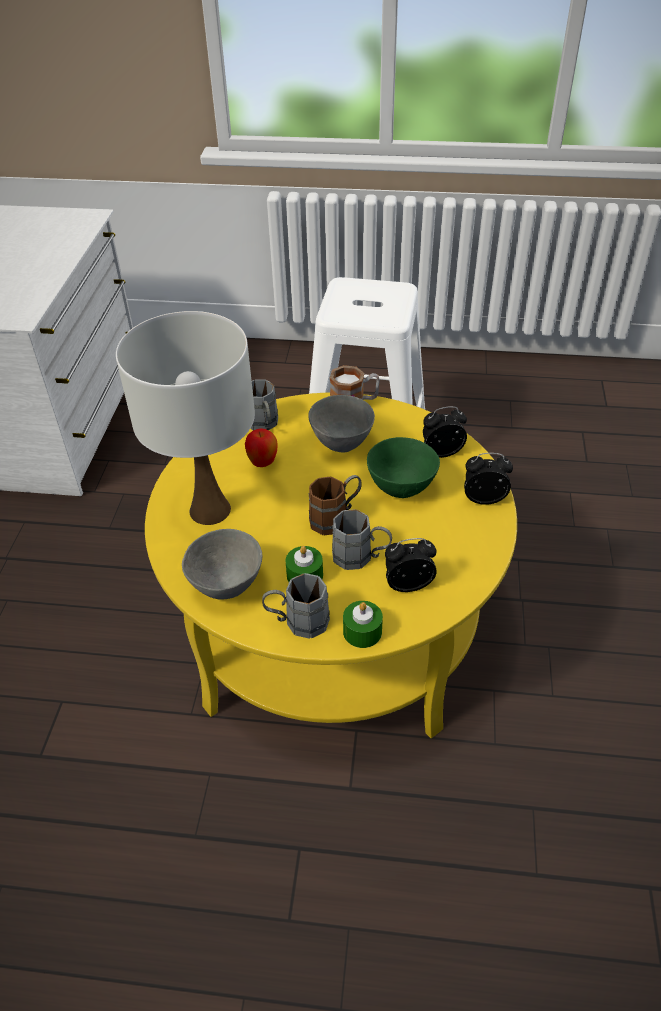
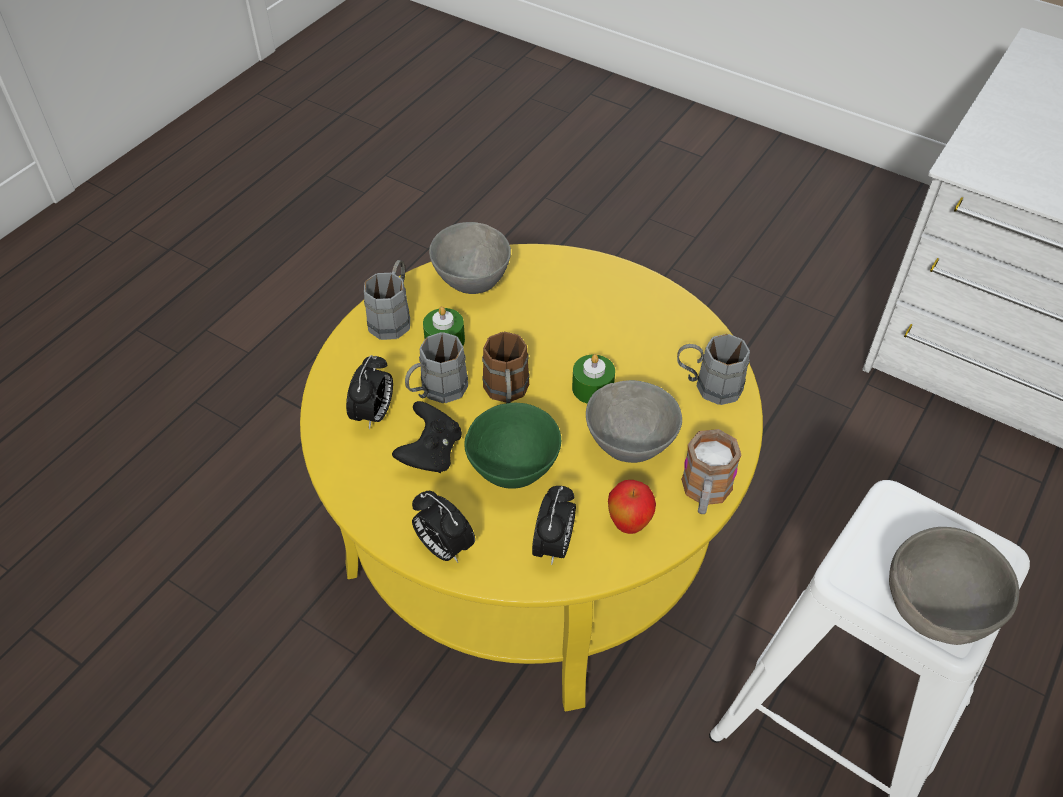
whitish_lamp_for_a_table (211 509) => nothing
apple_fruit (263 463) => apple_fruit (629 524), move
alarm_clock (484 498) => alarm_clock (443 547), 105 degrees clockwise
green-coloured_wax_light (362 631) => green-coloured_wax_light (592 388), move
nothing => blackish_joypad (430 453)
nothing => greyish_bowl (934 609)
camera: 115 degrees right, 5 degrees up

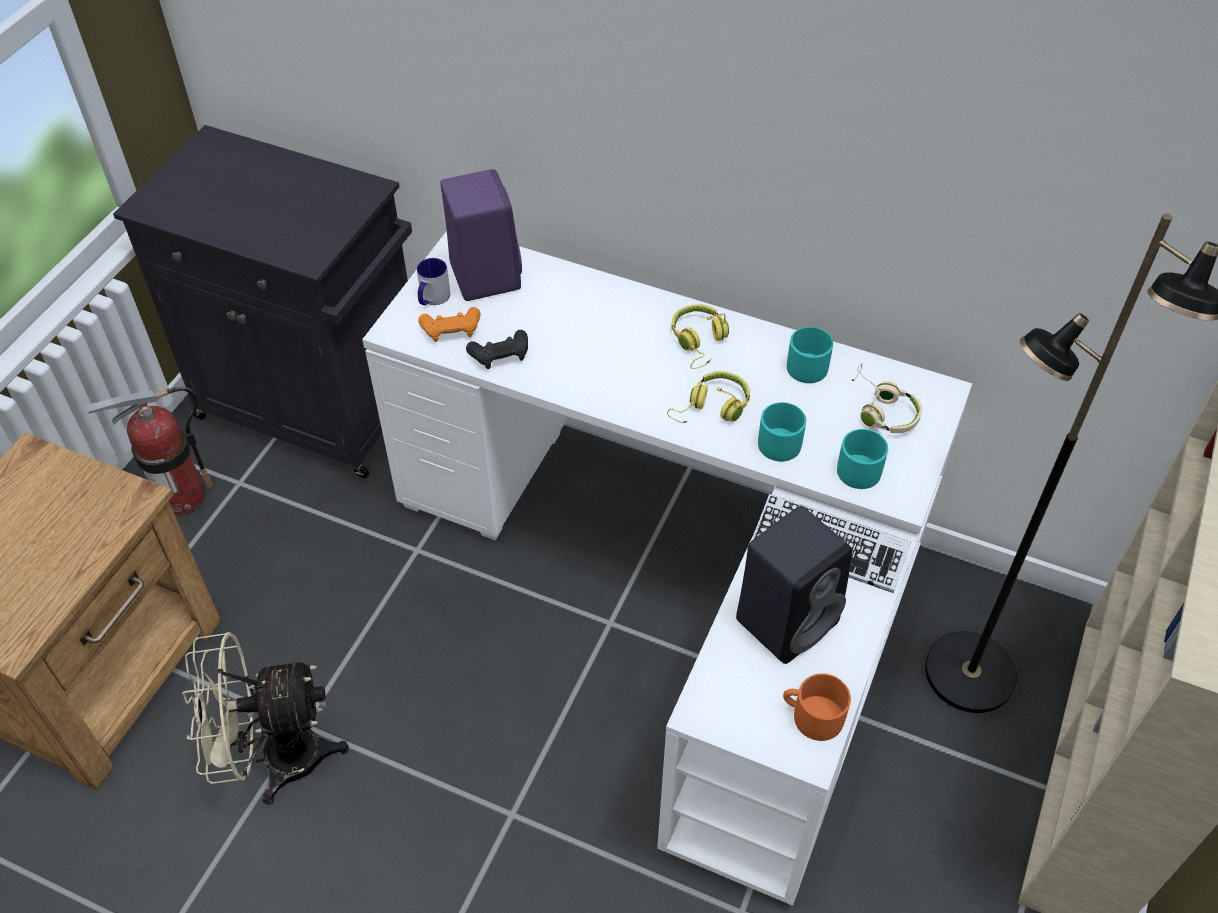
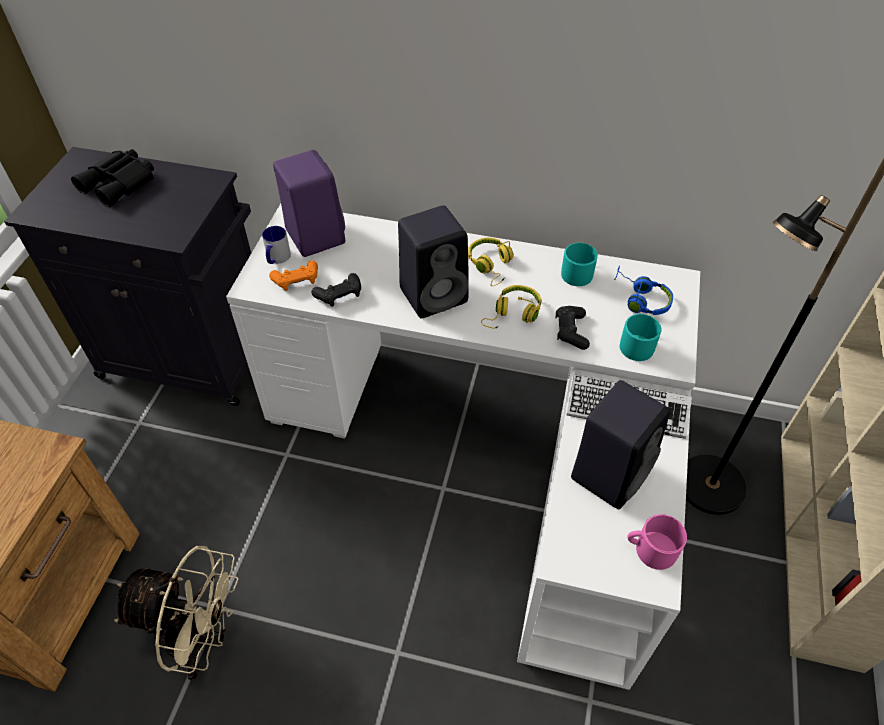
sand-coloured_pair_of_headphones (881 410) => bluish_pair_of_headphones (640 299)
fire_extinguisher (181 497) => nothing
blue-green_mug (780 440) => blackish_joypad (571 331)
sand-coloured_fan (275 759) => sand-coloured_fan (201 640), 150 degrees counterclockwise
orange_mug (812 715) => pink_mug (650 549)
nothing => blackish_field_glasses (120 183)
nothing => blackish_loudspeaker (435 294)
camera: 10 degrees left, 0 degrees up

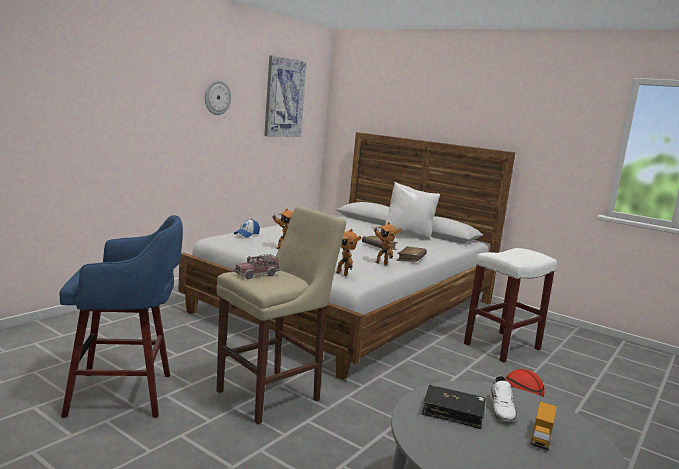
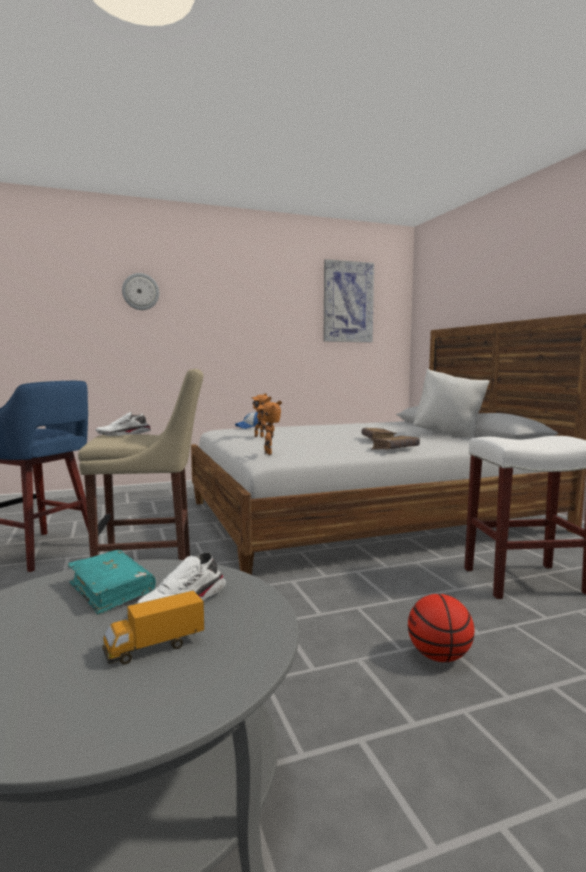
wall_clock (217 97) => wall_clock (140 291), move
model_robot (382 263) => nothing
toy_lorry (256 274) => whitish_low_shoe (123 435)
blackish_bound_book (453 413) => blue-green_bound_book (111 590)
camera: 35 degrees right, 5 degrees down

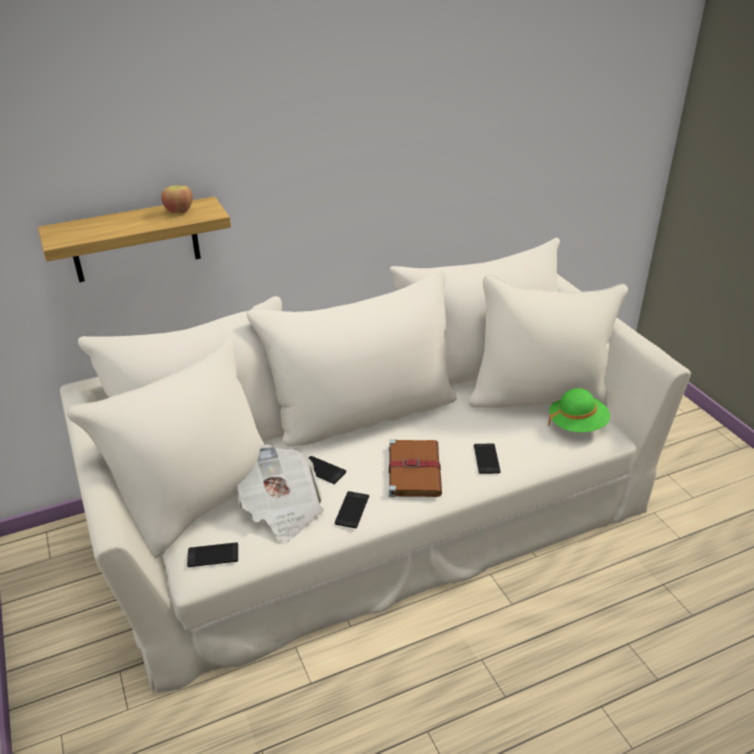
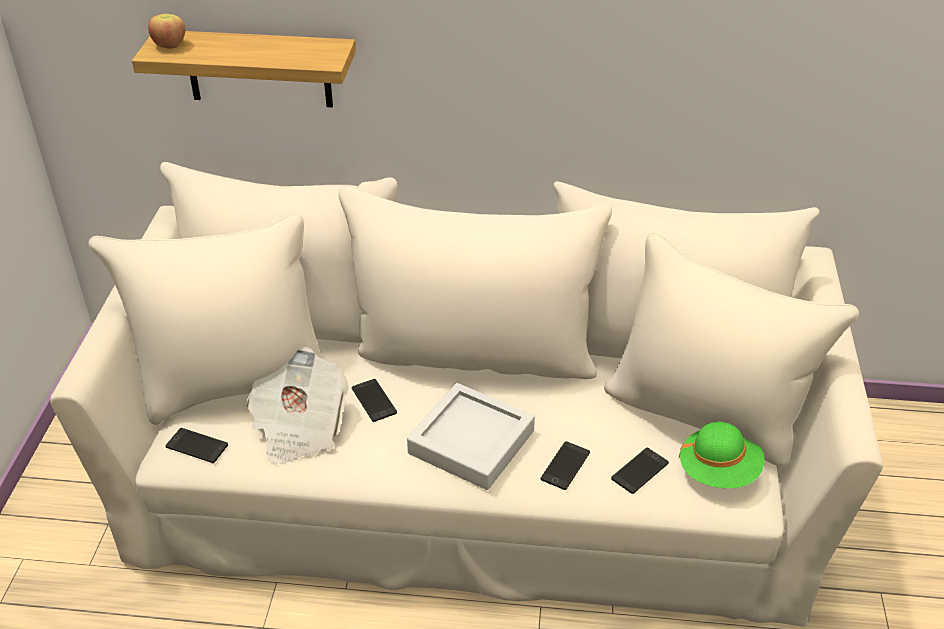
apple_fruit (179 211) => apple_fruit (170 45), move
brown-coloured_bound_book (414 469) => greyish_serving_tray (471 442)
phone (352 510) => phone (639 471), move
camera: 30 degrees right, 5 degrees up

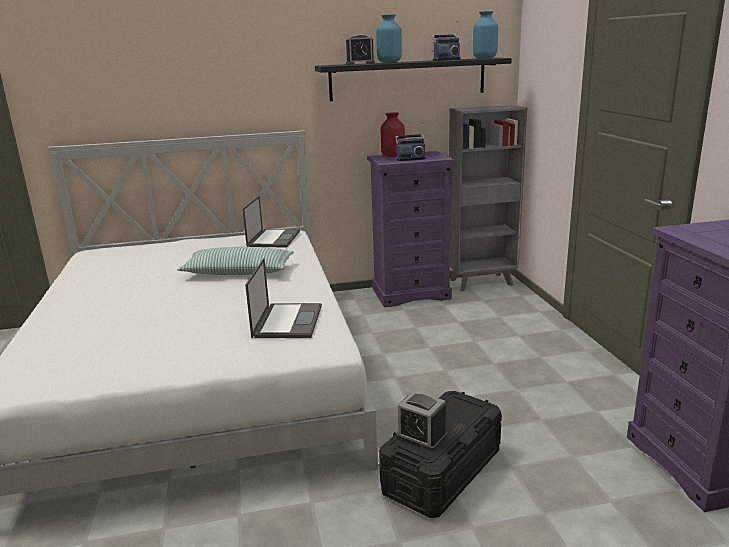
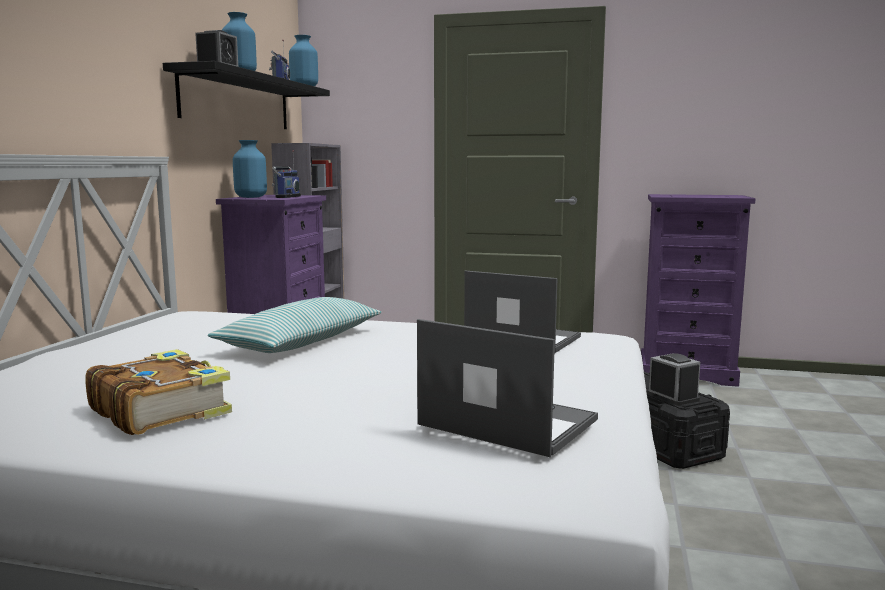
reddish_flower_vase (393 156) => bluish_flower_vase (251 197)
portable_computer (273 239) => portable_computer (505 422), move
alarm_clock (421 436) => alarm_clock (672 397), 90 degrees counterclockwise
nothing => bound_book (160 410)
camera: 65 degrees left, 10 degrees down

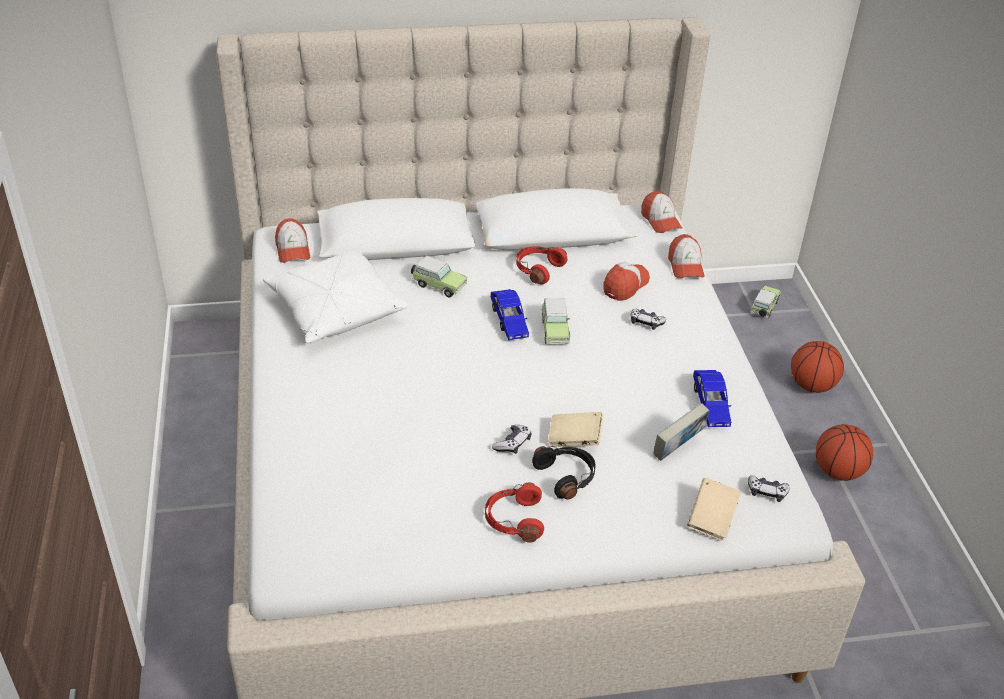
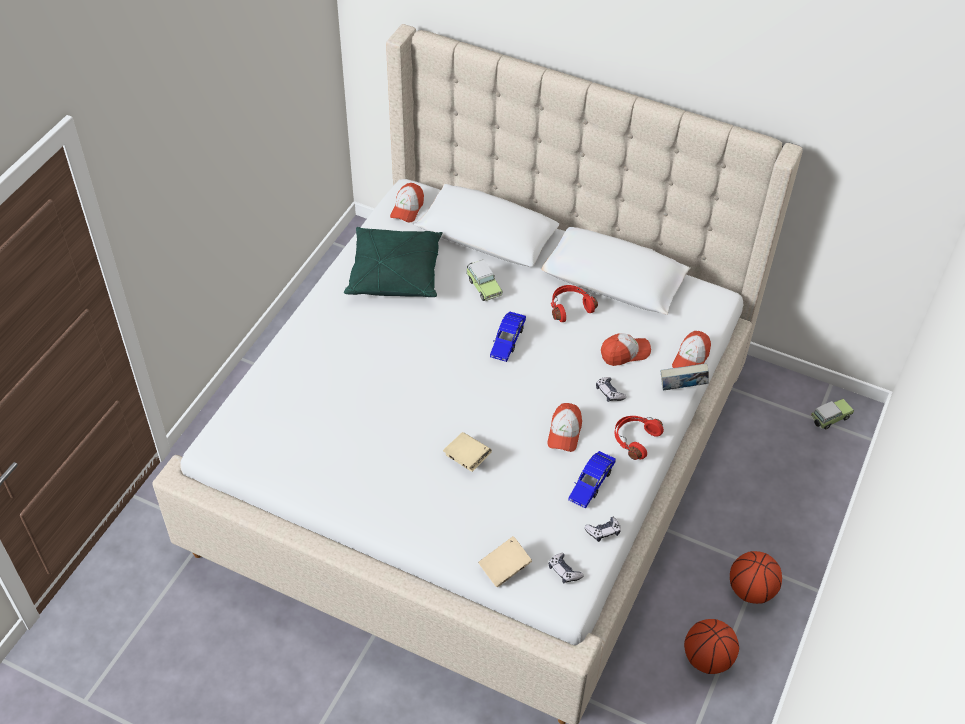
baseball_cap (660 220) => baseball_cap (564 433), move
whitish_pillow (335 310) => green-coloured_pillow (395 274)
toy_car (554 330) => nothing
basketball_ball (811 386) => basketball_ball (707 658), move
bound_book (677 449) => bound_book (682 389), move
joypad (512 444) => joypad (603 531), move
blackish_pair_of_headphones (566 476) => nothing
reddish_pair_of_headphones (513 520) => reddish_pair_of_headphones (634 439), move
camera: 35 degrees right, 10 degrees up

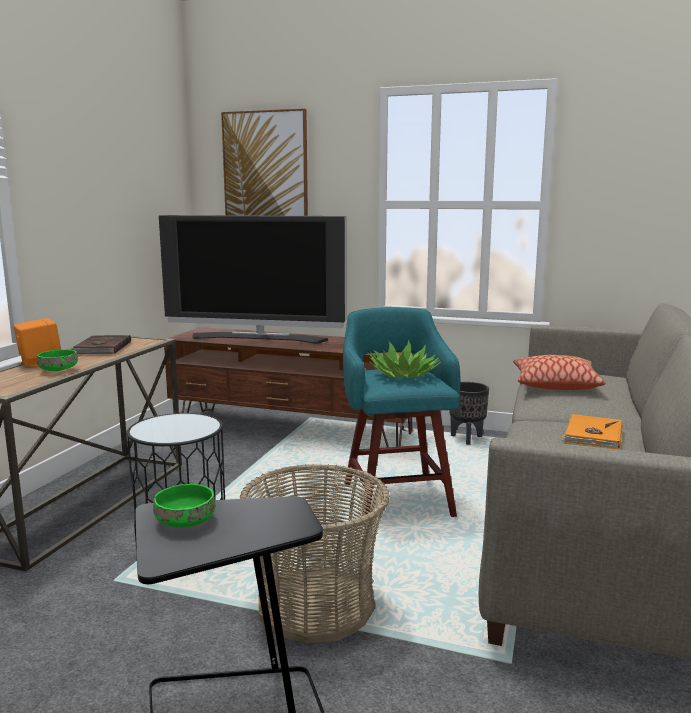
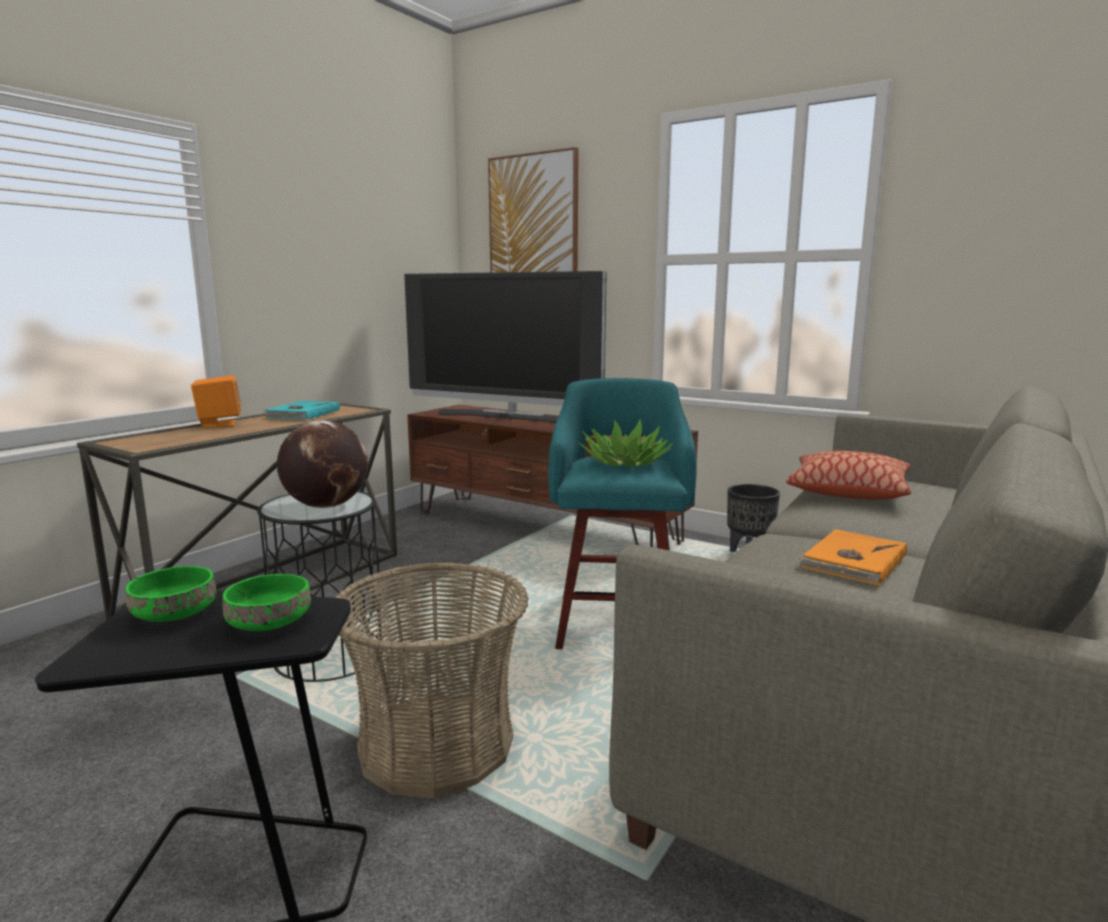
brown-coloured_bound_book (102 347) => blue-green_bound_book (302 413)
green-coloured_bowl (58 370) => green-coloured_bowl (268 622), move
nothing => desk_globe (326 506)
camera: 15 degrees right, 0 degrees up

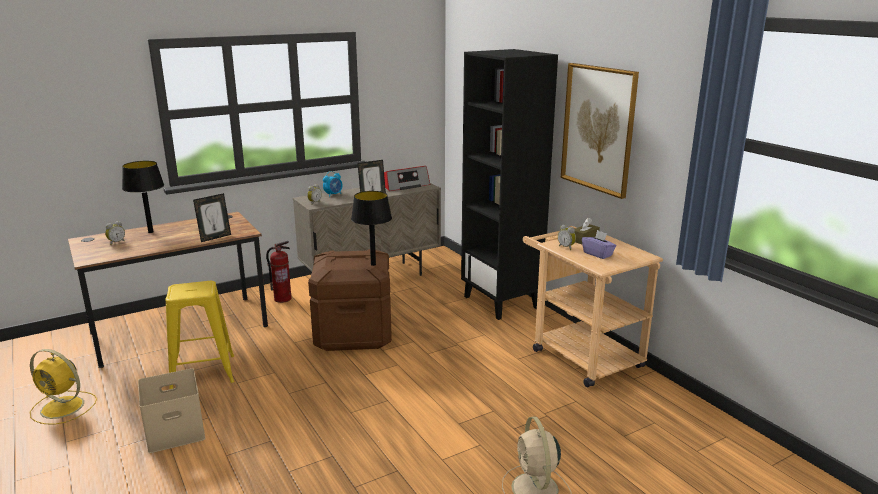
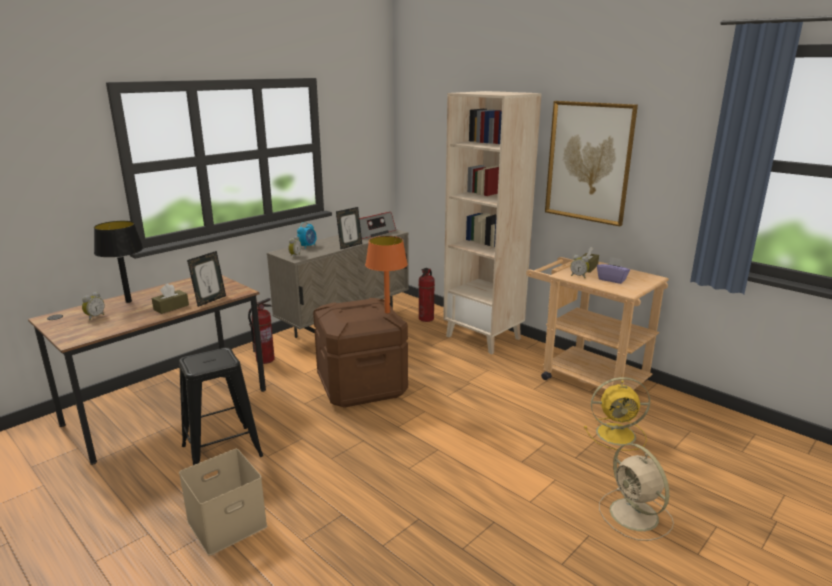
blackish_shelving_unit (501 302) => sand-coloured_shelving_unit (484 337)
blackish_lamp_for_a_table (373 264) => orange_lamp_for_a_table (387 312)
yellow_stool (203 373) => blackish_stool (222 451)
yellow_fan (64 407) => yellow_fan (617 434), move
nothing => fire_extinguisher (426 319)
nothing => brown-coloured_box_of_tissues (171 307)
camera: 15 degrees left, 0 degrees up

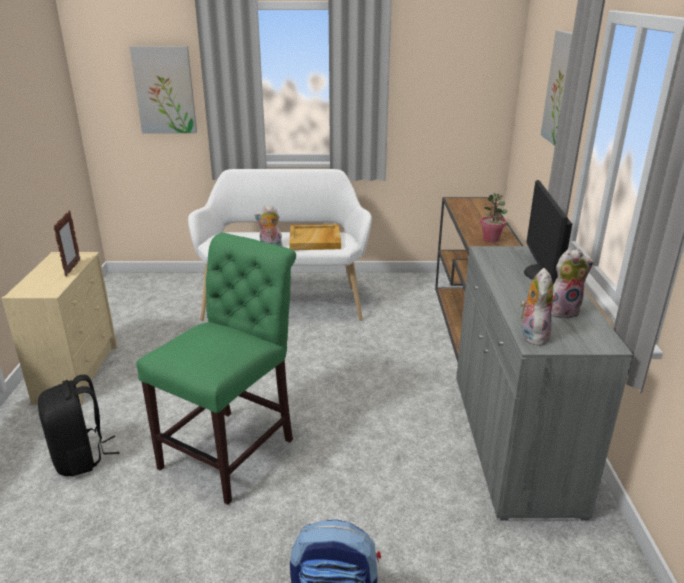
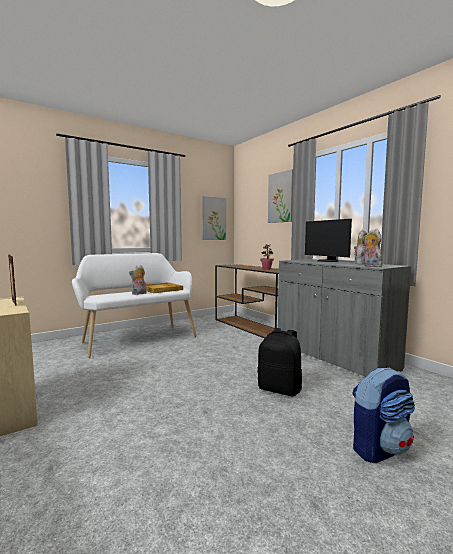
wall_art (165 90) => wall_art (213 218), move
green-coloured_plain_chair (233 449) => nothing
blackish_backpack (81 457) => blackish_backpack (280 389), move
camera: 35 degrees left, 20 degrees down

